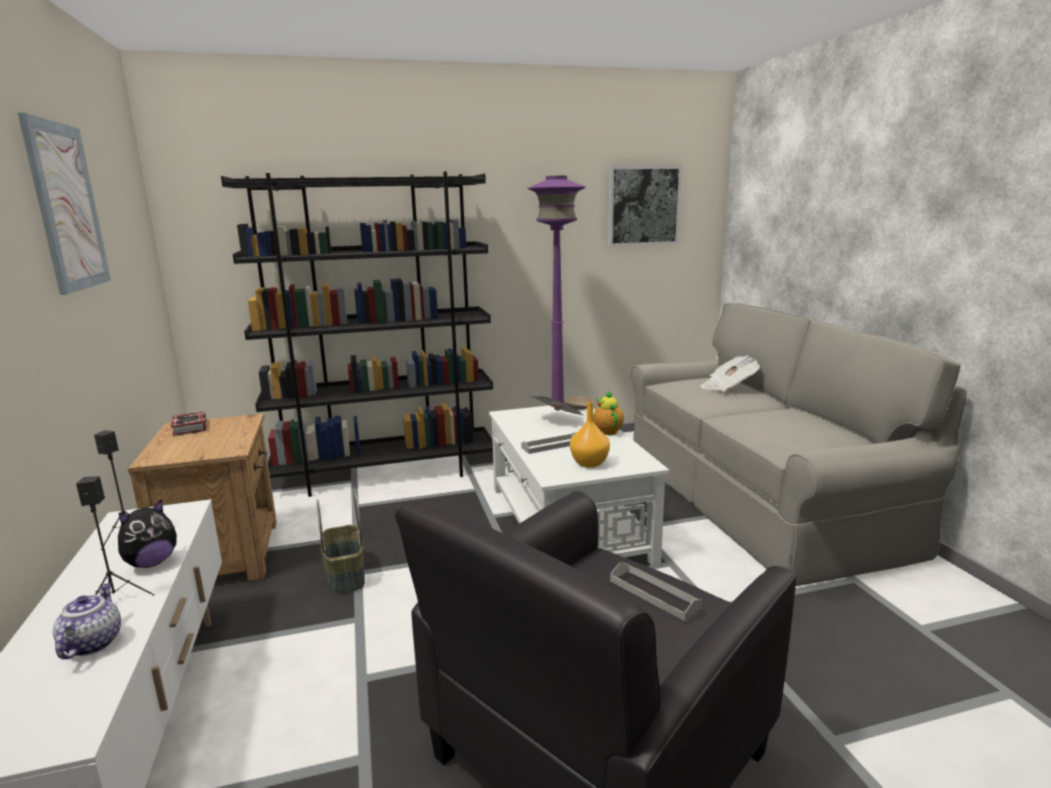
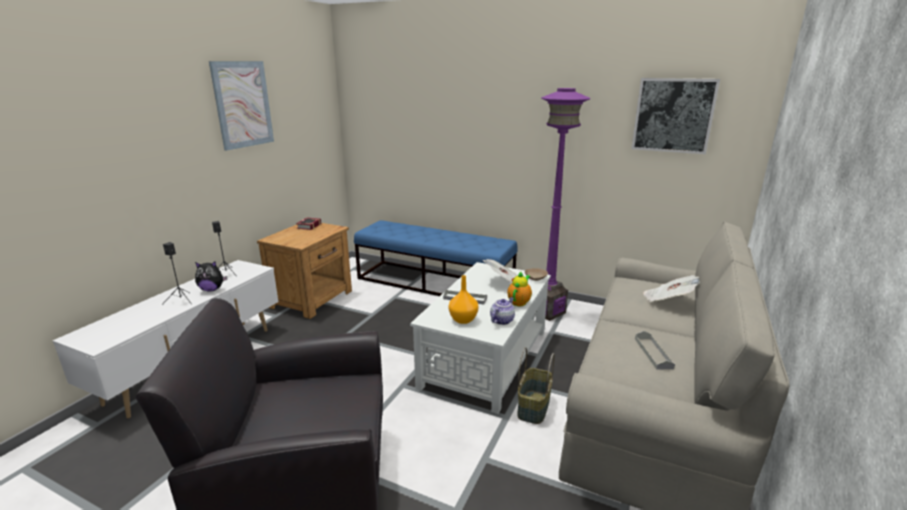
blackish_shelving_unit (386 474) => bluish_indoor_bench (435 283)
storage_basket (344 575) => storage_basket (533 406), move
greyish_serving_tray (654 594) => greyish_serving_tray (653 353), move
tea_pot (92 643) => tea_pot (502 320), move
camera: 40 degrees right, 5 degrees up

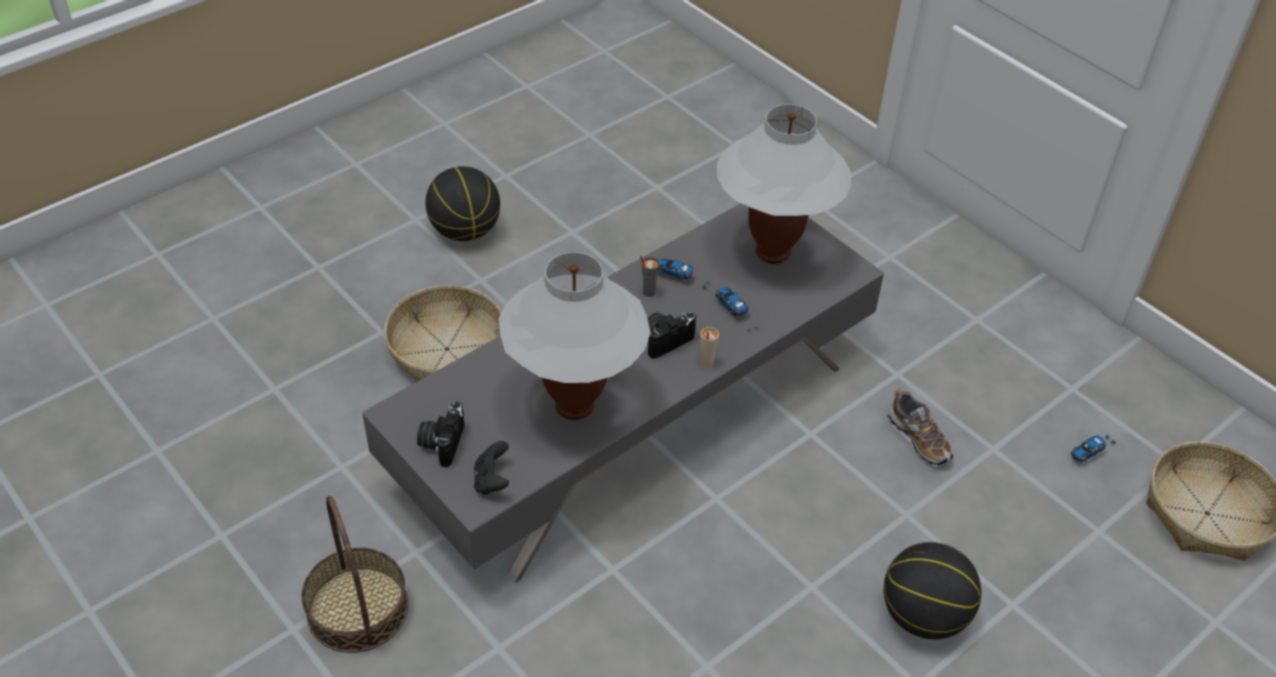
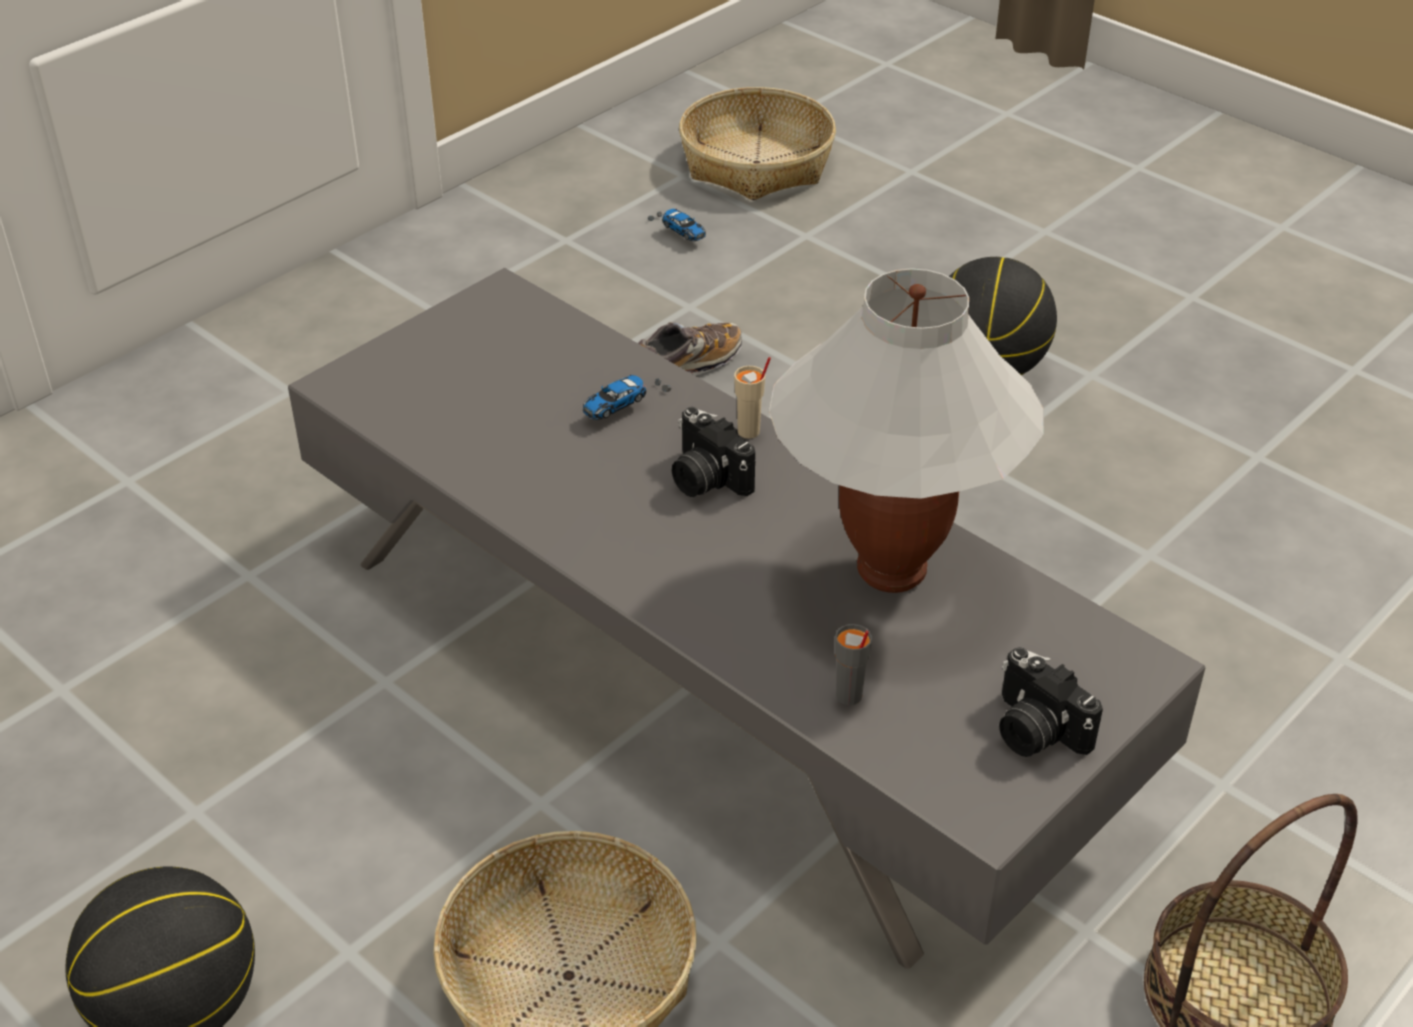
whitish_lamp_for_a_table (772 253) => nothing
greyish_drinking_cup (648 292) => greyish_drinking_cup (849 696), move
toy_car (681 278) => nothing
still_camera (442 442) => still_camera (1034 731), 45 degrees clockwise
blackish_joypad (492 481) => nothing
camera: 95 degrees left, 5 degrees down

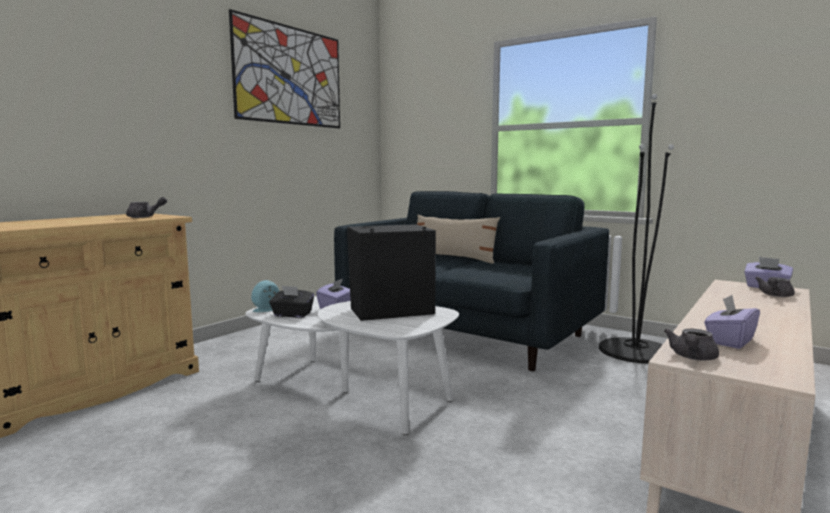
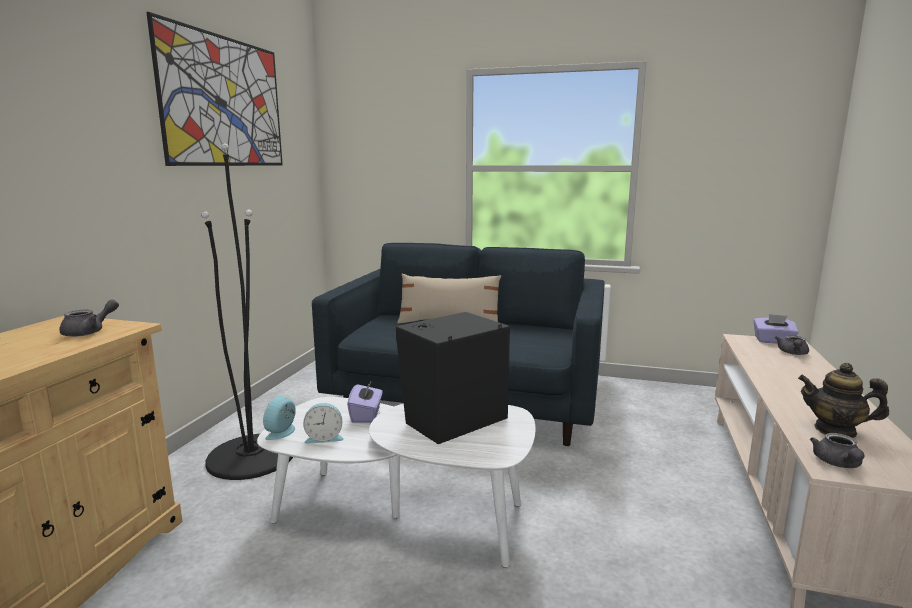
blackish_floor_lamp (635 351) => blackish_floor_lamp (251 456), move
blackish_box_of_tissues (292 315) => alarm_clock (324 438)
purple-coloured_box_of_tissues (729 341) => tea_pot (835 430)
camera: 20 degrees left, 5 degrees up

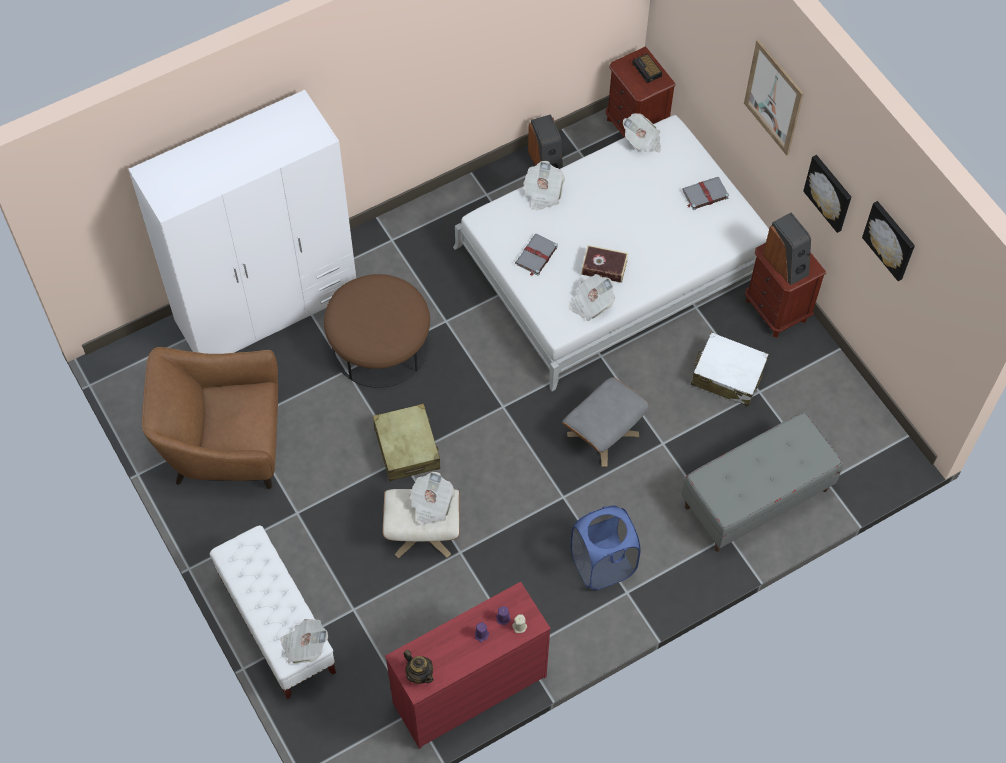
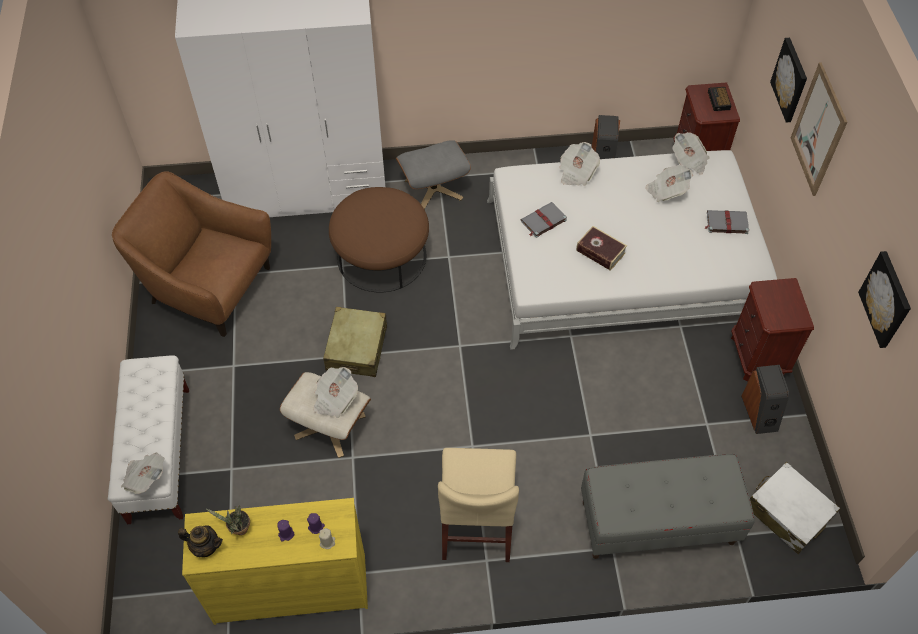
wall_art (829 192) => wall_art (791 80), move
loudspeaker (786 263) => loudspeaker (760 412), move
printed_paper (591 304) => printed_paper (666 190), move
whitish_piece_of_luggage (727 375) => whitish_piece_of_luggage (787 513), move
greyish_ottoman (603 435) => greyish_ottoman (433 189), move
bluish_hamper (602 564) => sand-coloured_plain_chair (476 524)
reddish_chest_of_drawers (469 689) => yellow_chest_of_drawers (290 588)
tea_pot (419 674) => tea_pot (205 547), 60 degrees counterclockwise
nothing => houseplant (238 529)
camera: 25 degrees right, 5 degrees down

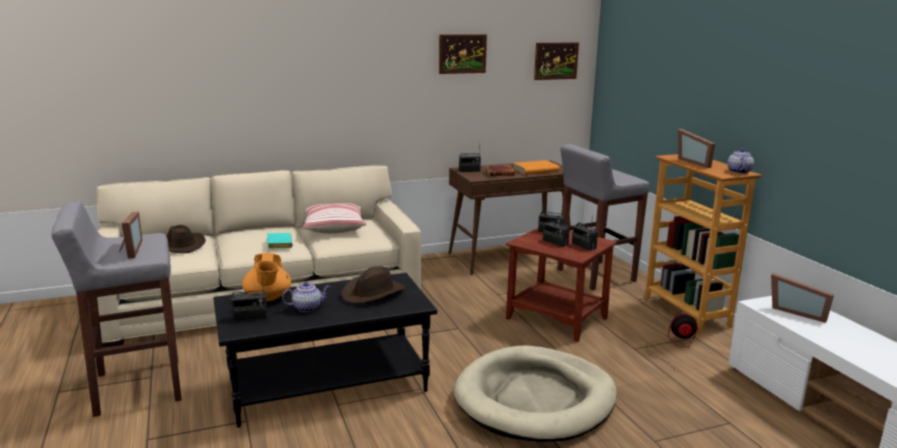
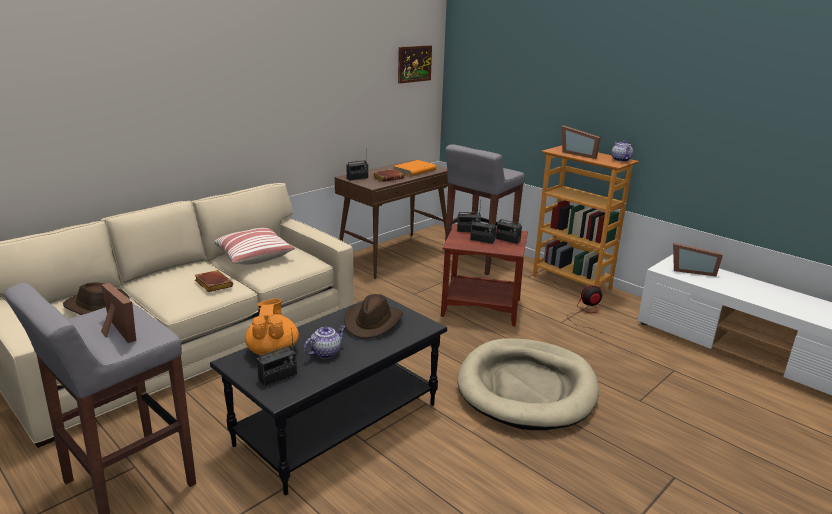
wall_art (462 54) => nothing
blue-green_bound_book (278 244) => brown-coloured_bound_book (212 284)
orange_tea_pot (268 298) => orange_tea_pot (273 350), 150 degrees counterclockwise
camera: 25 degrees left, 5 degrees up

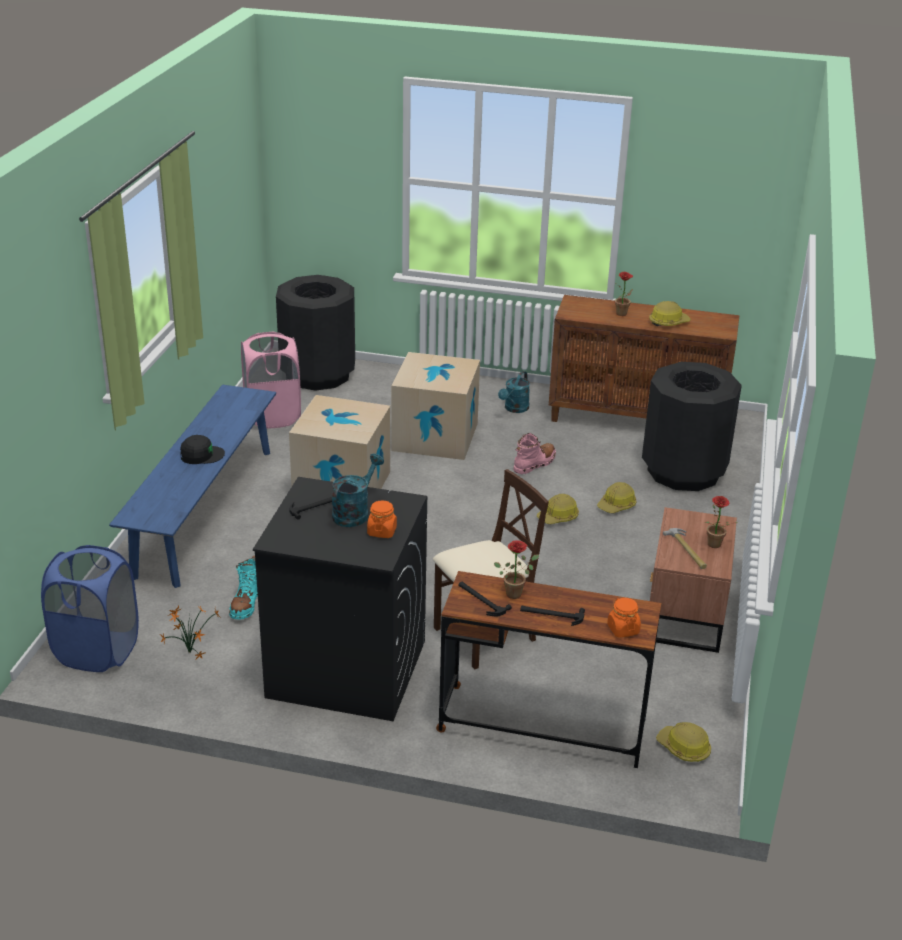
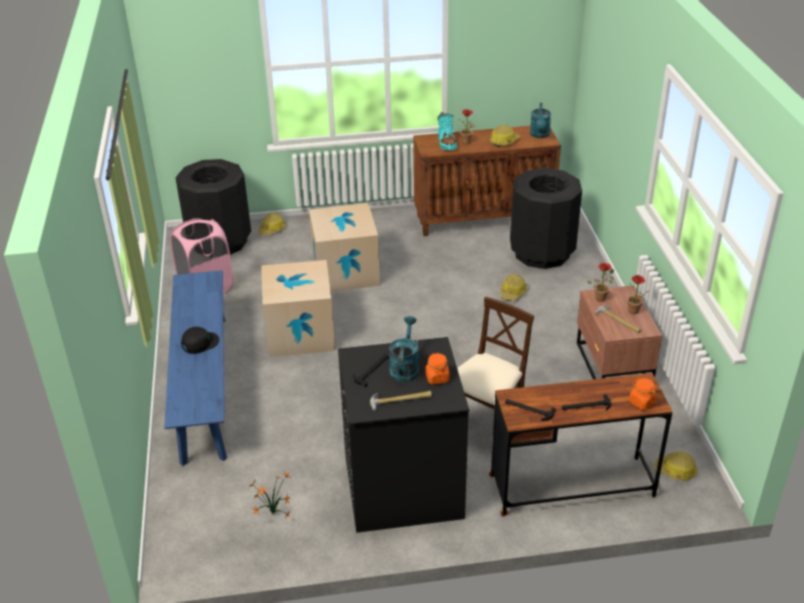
blue-green_sprinkling_can (514 409) => blue-green_sprinkling_can (540 135), move
pink_tall_boot (534 463) => nothing
safety_helmet (558 517) => safety_helmet (272 229), move
houseplant (516 593) => houseplant (601 297), move
bluish_hamper (97 651) => nothing
blue-green_tall_boot (247 603) => blue-green_tall_boot (446 143), move
nothing => tool_hammer (400 400)
camera: 20 degrees left, 5 degrees up

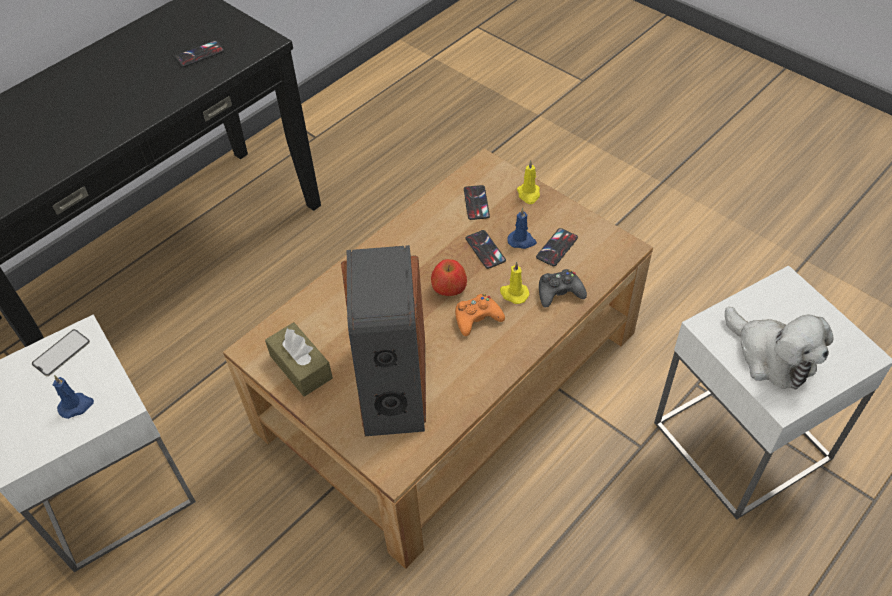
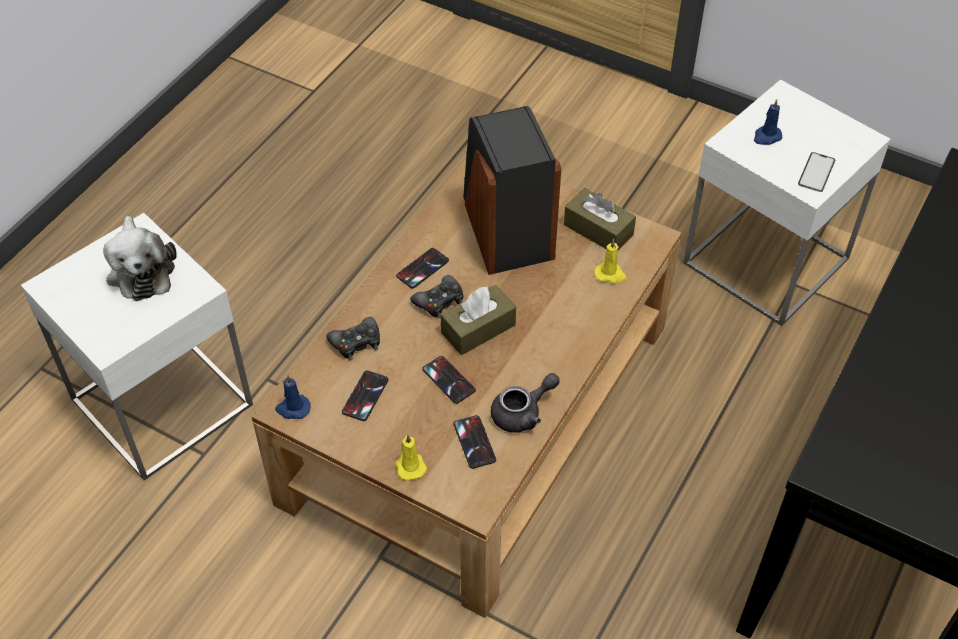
phone (199 54) => phone (422 268), move
bluish_wax_light (522 241) => bluish_wax_light (293 408), move
apple_fruit (449 287) => brown-coloured_box_of_tissues (478 329)
yellow_wax_light (513 294) => yellow_wax_light (610 274), move
orange_joypad (477 318) => blackish_joypad (439 301)
plush_toy (771 356) => plush_toy (141 269), 150 degrees counterclockwise
nothing => greyish_tea_pot (522 413)
camera: 165 degrees right, 0 degrees up

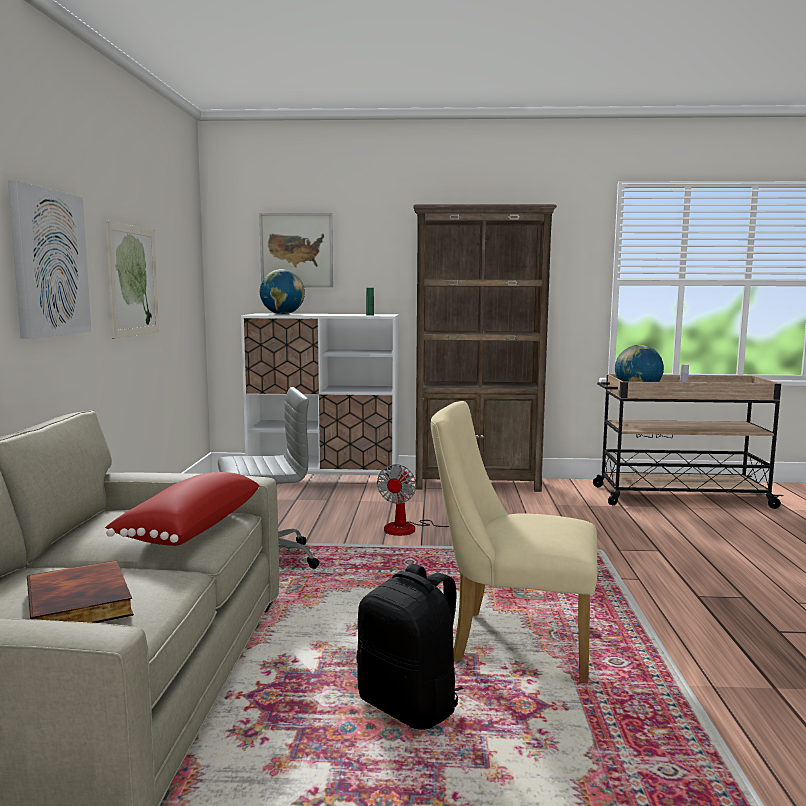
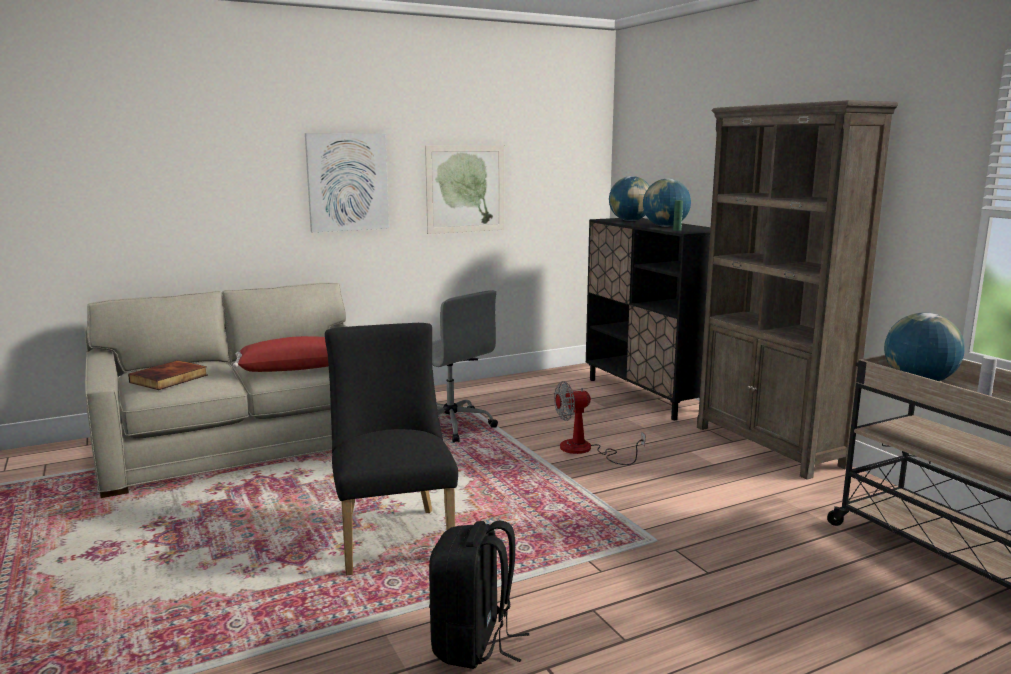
wall_art (296 250) => nothing
whitish_storage_cabinet (325 482) => blackish_storage_cabinet (649 395)
sand-coloured_plain_chair (510 642) => blackish_plain_chair (393 535)
blackish_backpack (410 706) => blackish_backpack (474 644), move
nothing => desk_globe (665 226)
camera: 60 degrees right, 5 degrees up

